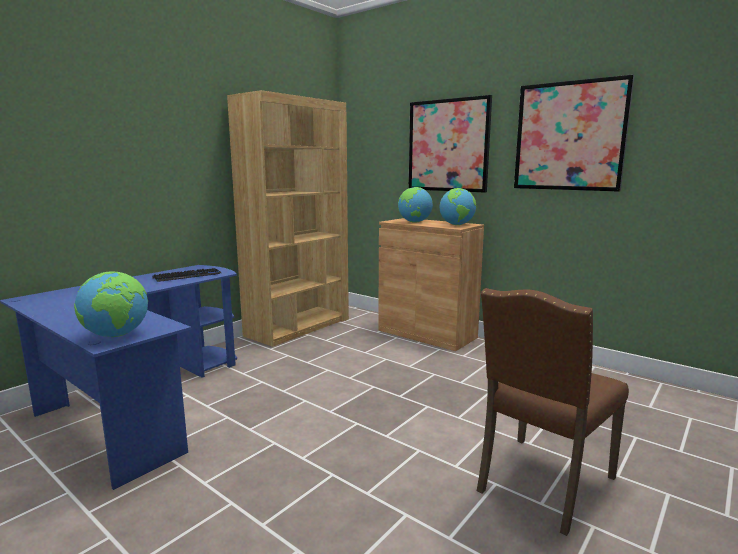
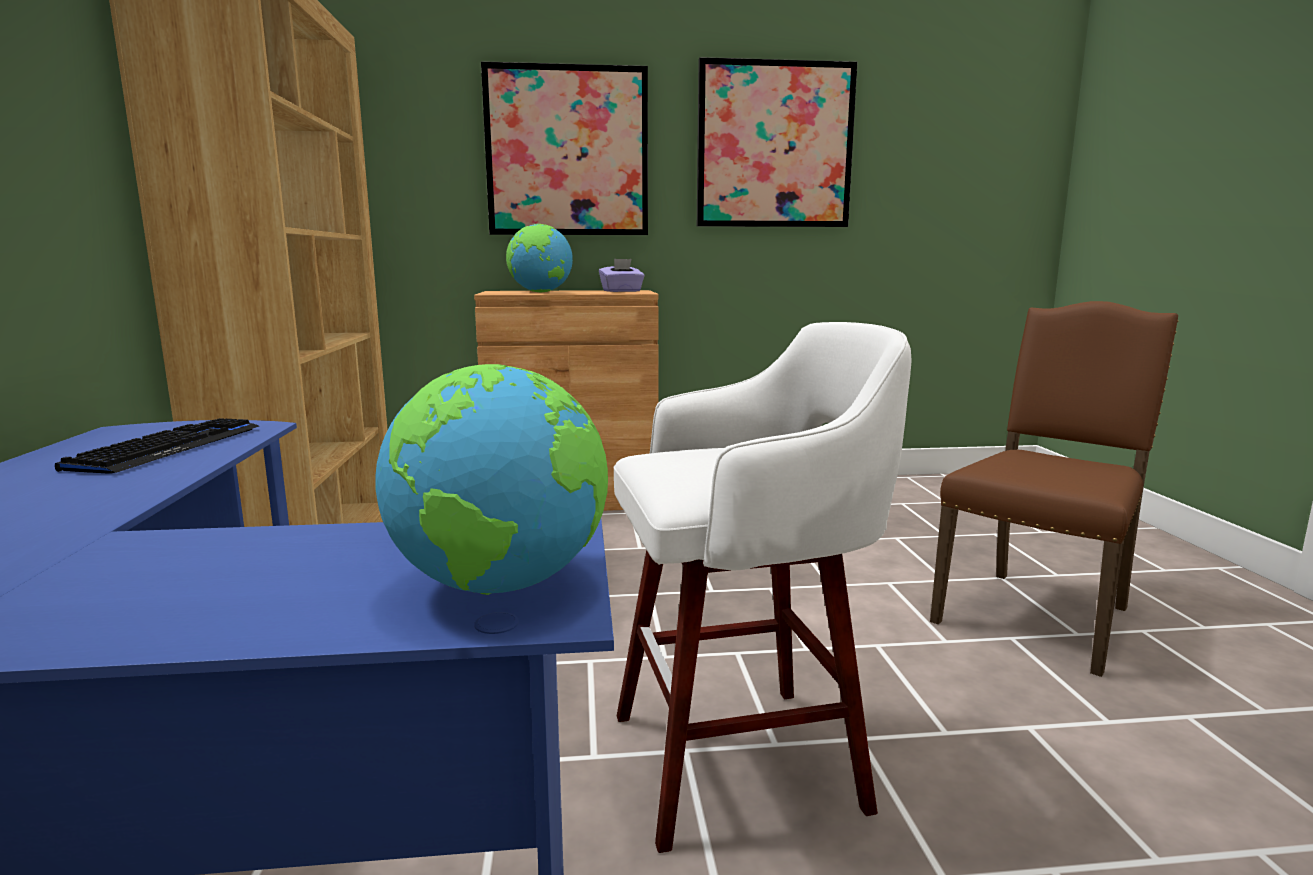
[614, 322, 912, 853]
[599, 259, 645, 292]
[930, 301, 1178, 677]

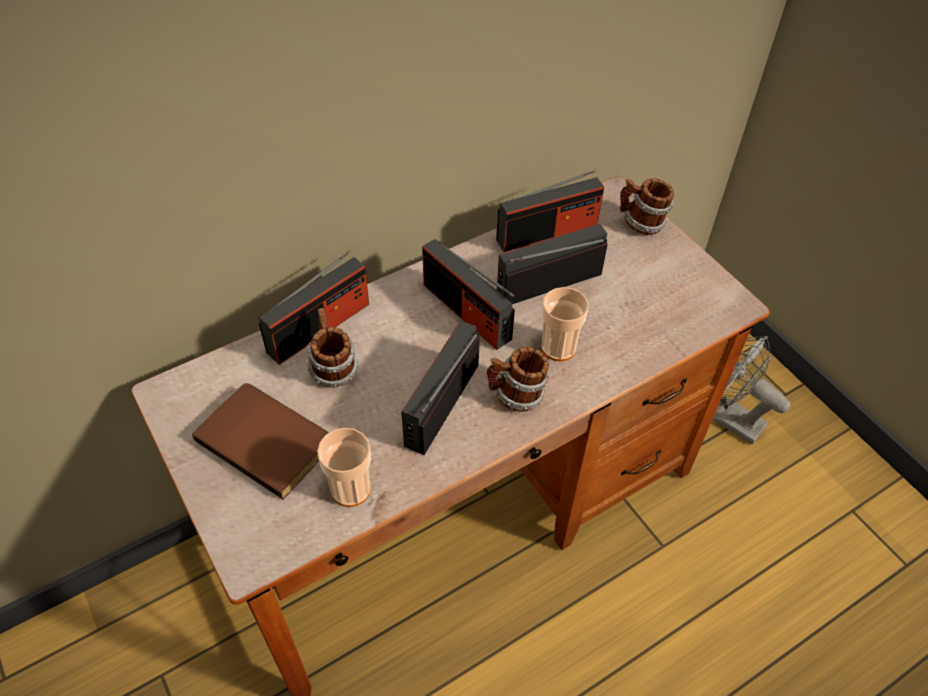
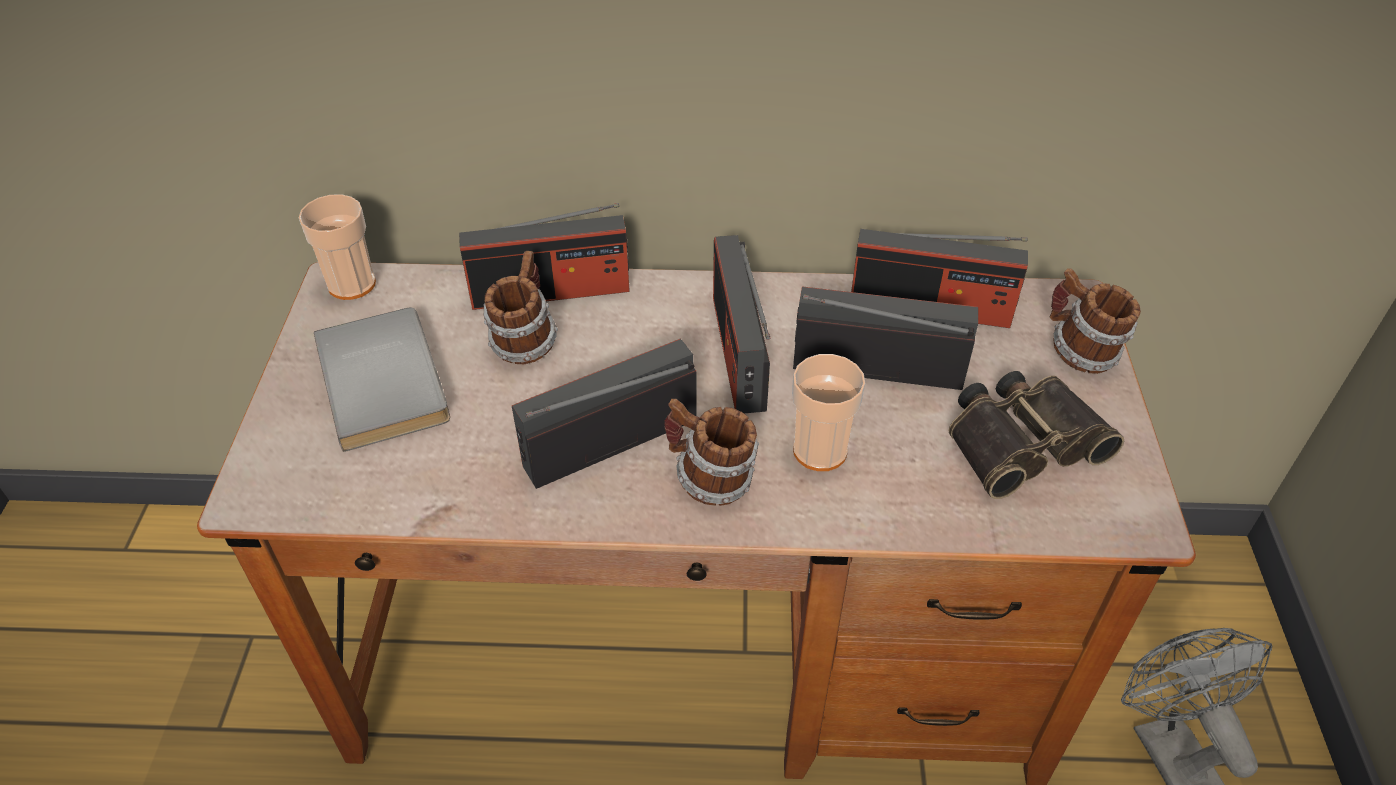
[948, 371, 1124, 499]
[299, 194, 376, 300]
[314, 307, 450, 452]

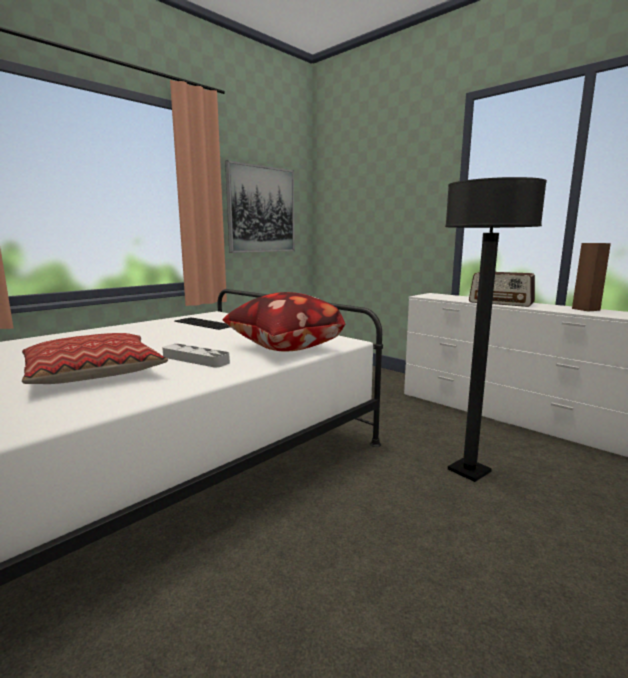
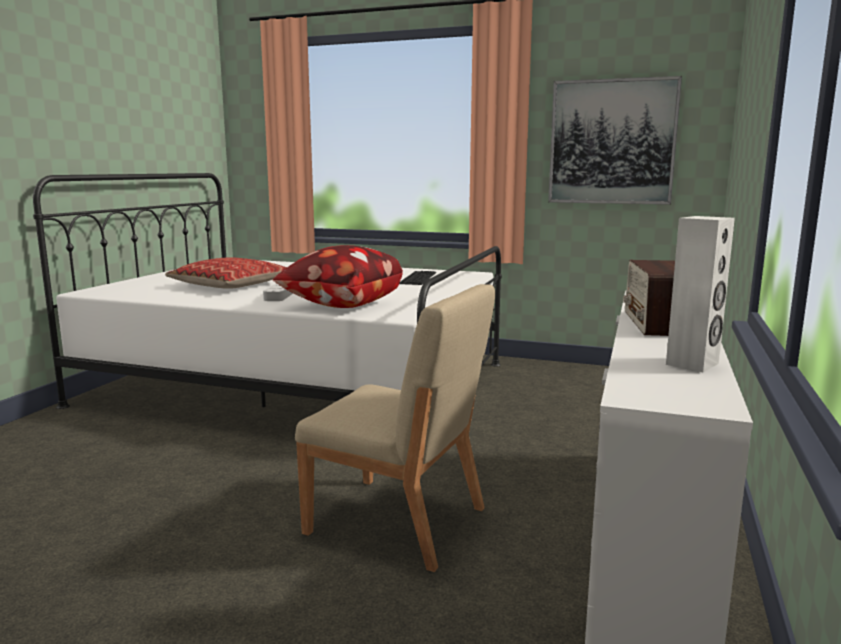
[295, 284, 495, 572]
[666, 216, 735, 372]

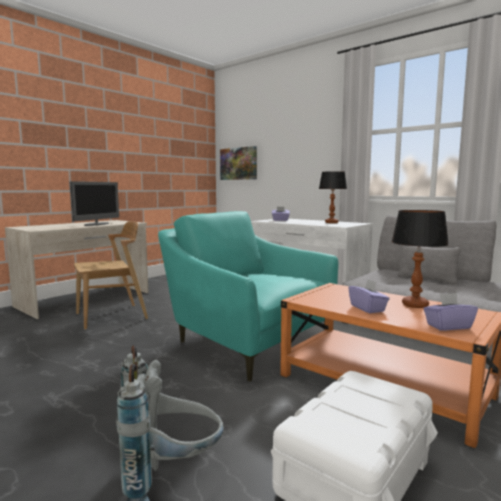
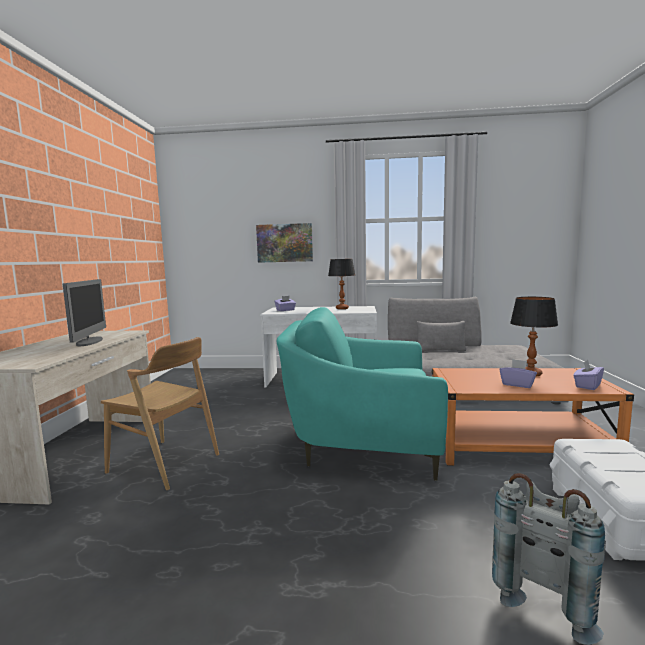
[256, 223, 313, 263]
[101, 337, 219, 490]

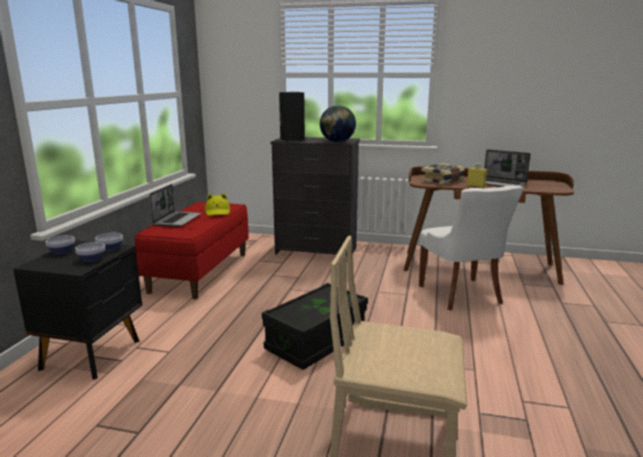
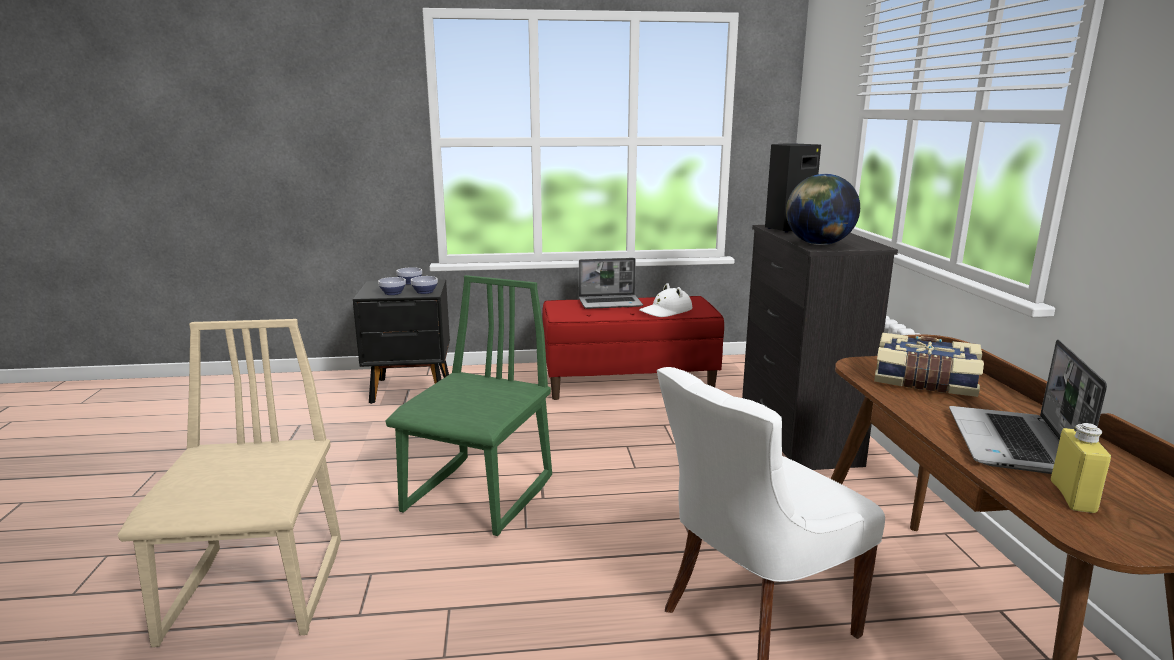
[1051, 423, 1111, 513]
[385, 275, 552, 536]
[639, 283, 692, 317]

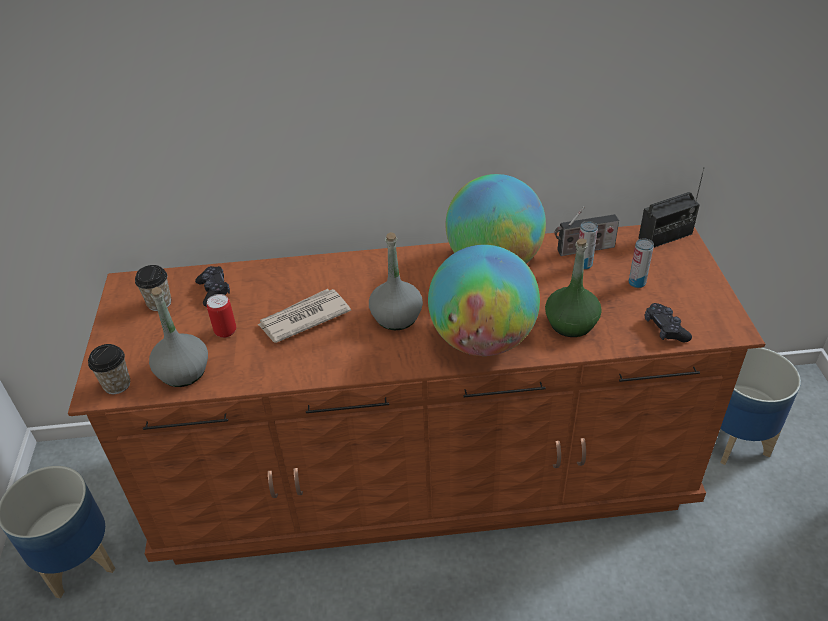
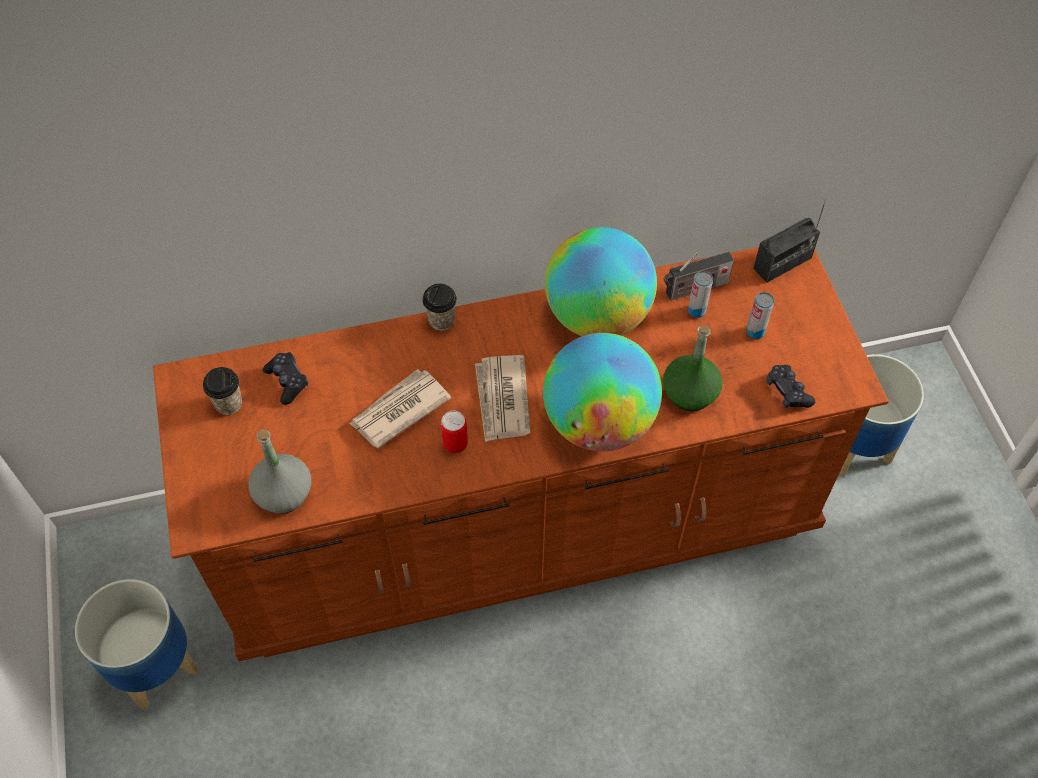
[422, 283, 457, 331]
[441, 411, 468, 453]
[475, 355, 531, 442]

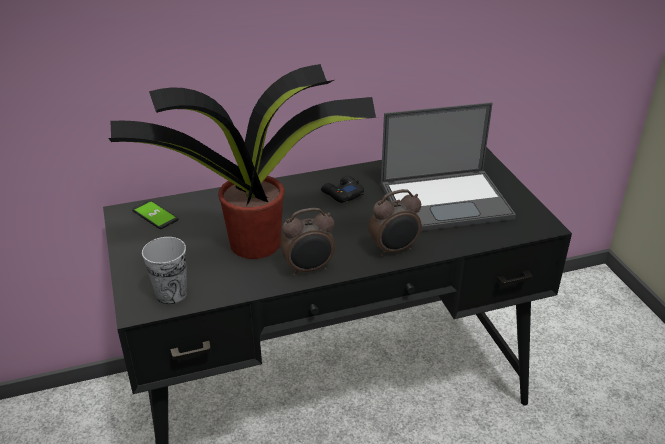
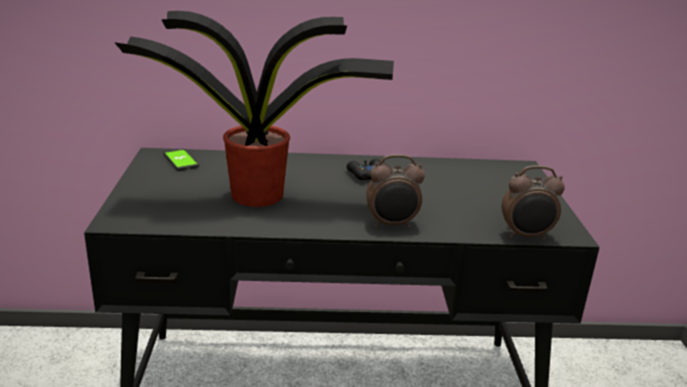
[142, 237, 187, 305] (first image)
[381, 102, 516, 231] (first image)
[502, 165, 565, 240]

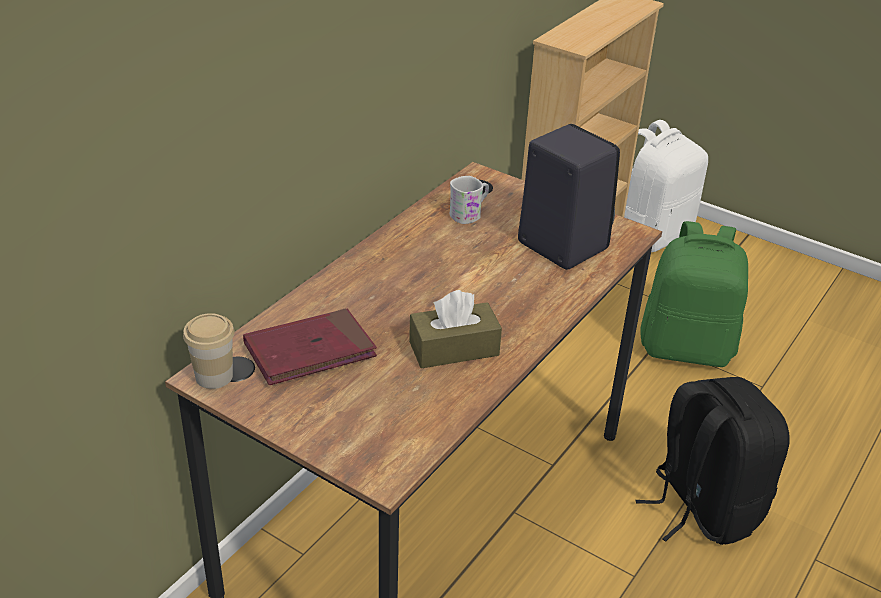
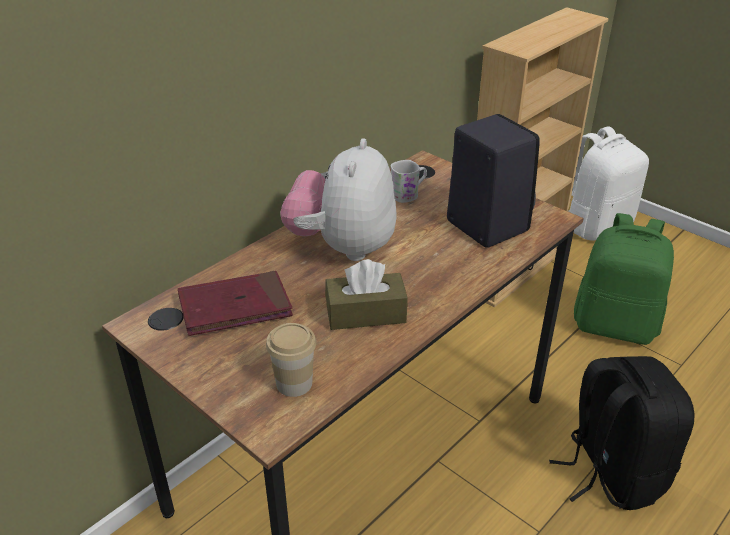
[280, 138, 397, 261]
[266, 323, 316, 397]

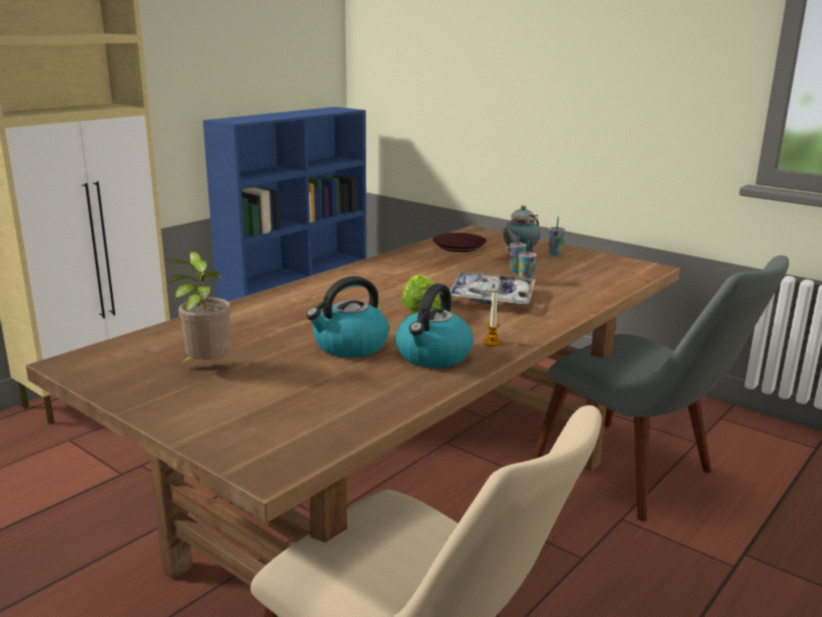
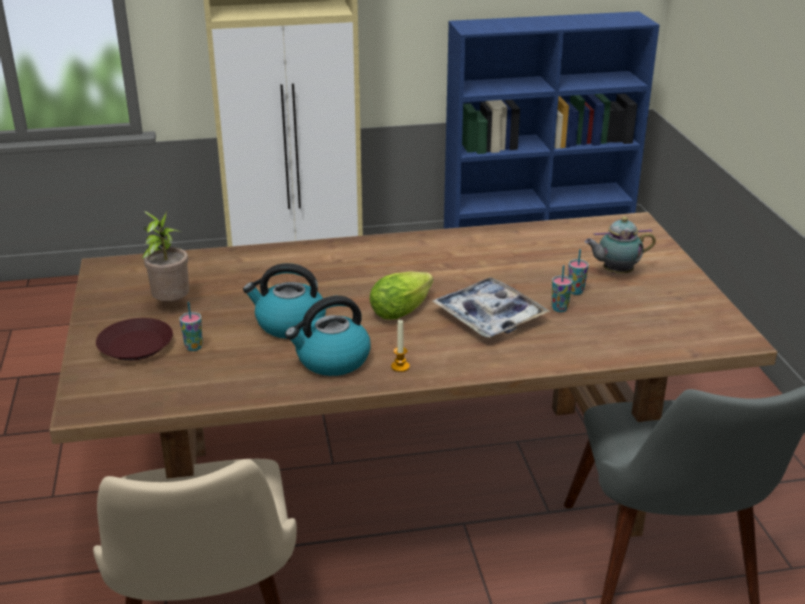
[96, 318, 173, 361]
[179, 302, 203, 351]

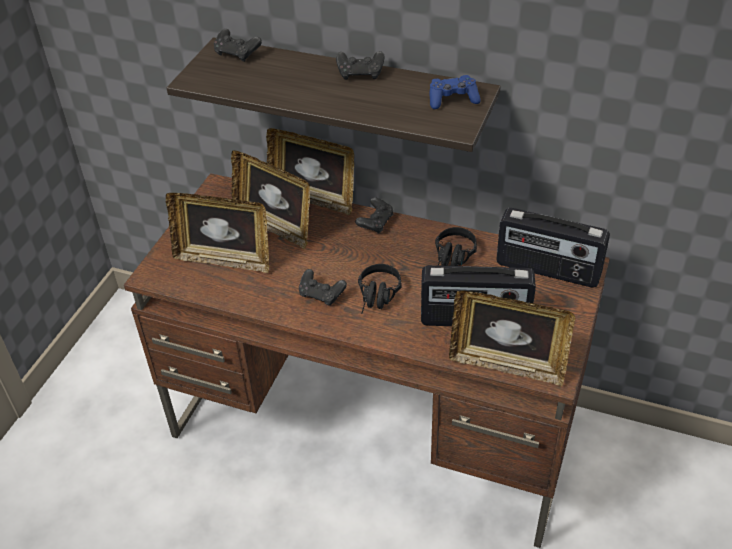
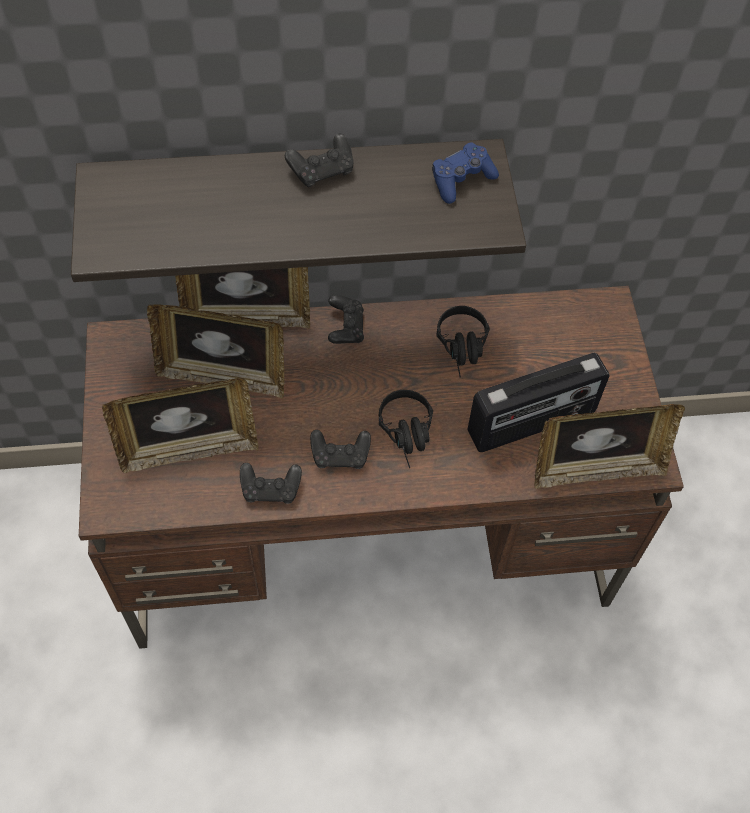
[496, 208, 610, 288] (first image)
[240, 463, 302, 504]

